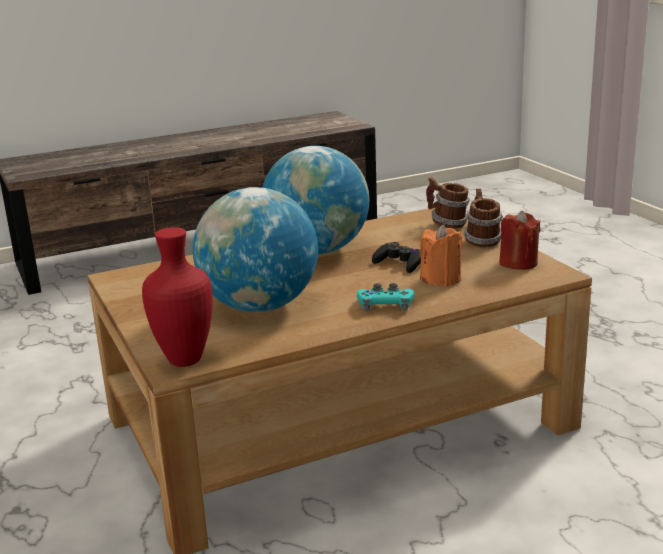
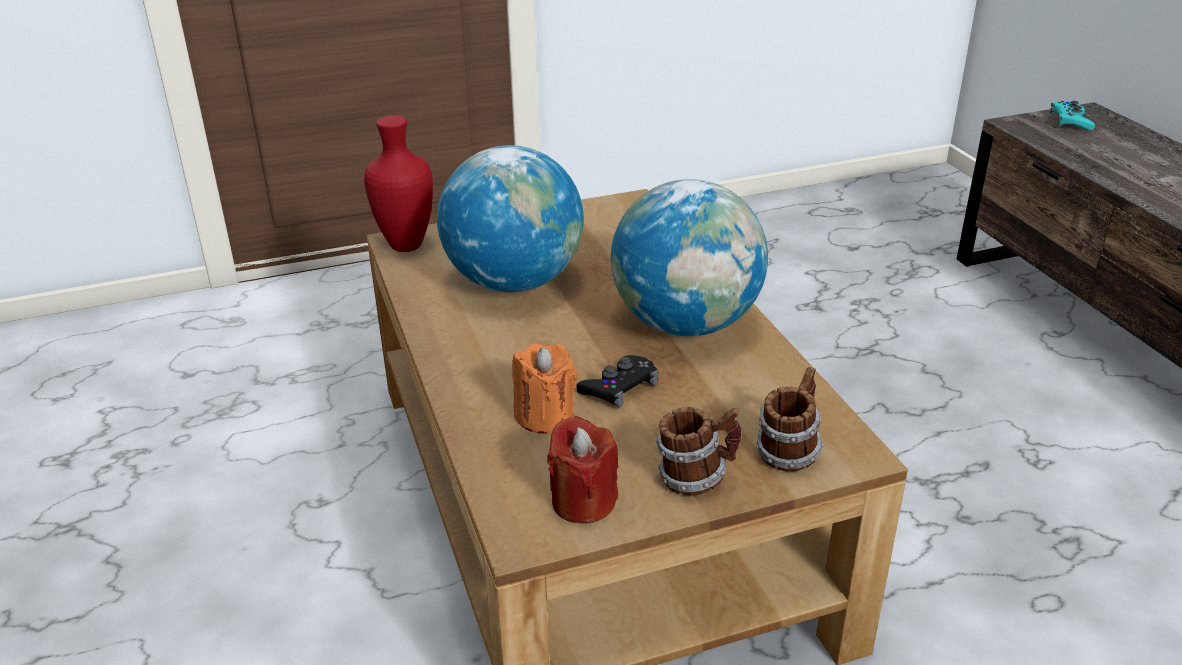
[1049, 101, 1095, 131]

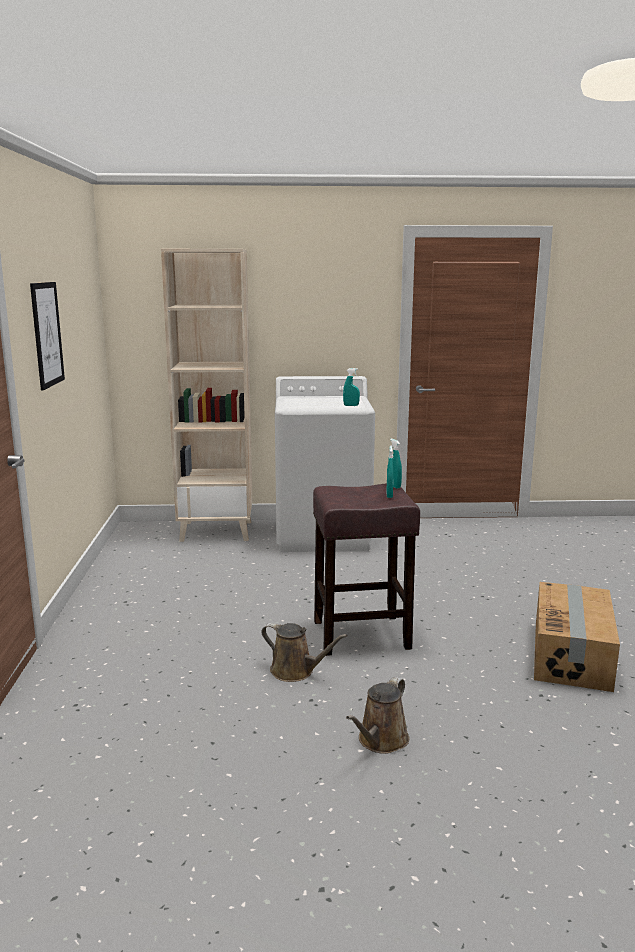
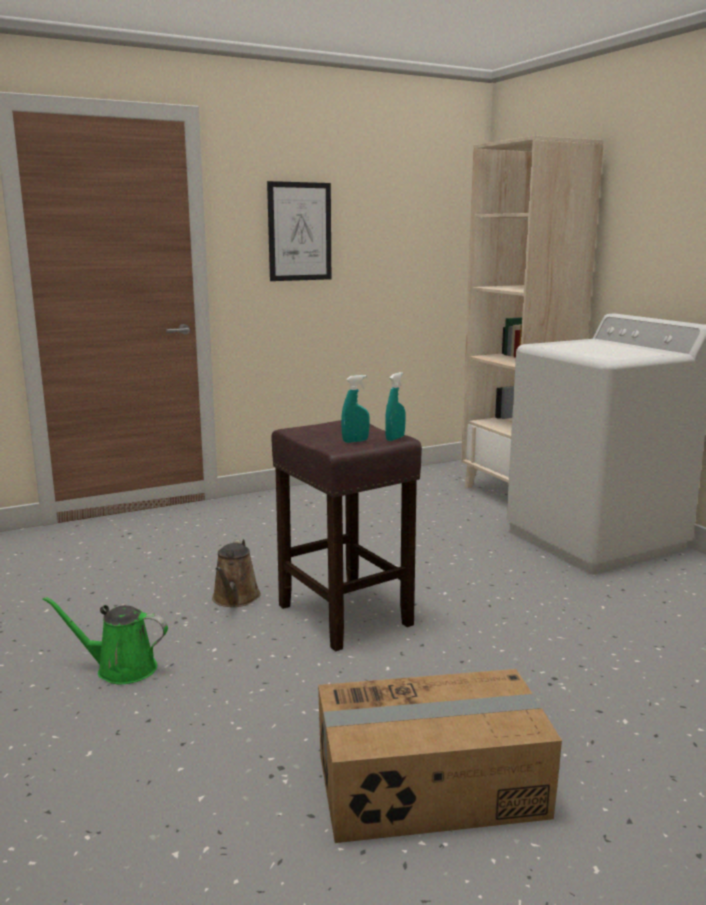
[343, 368, 360, 406] (first image)
[42, 596, 168, 684]

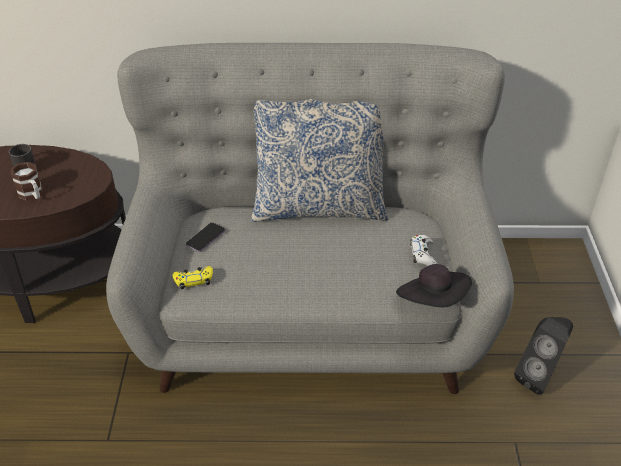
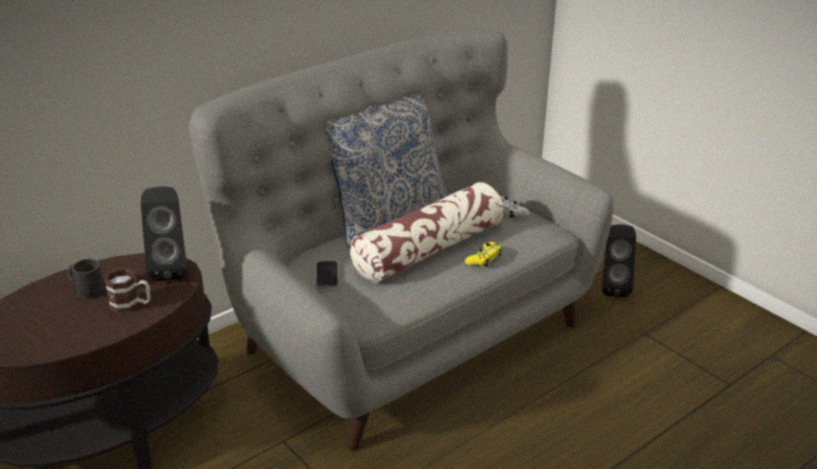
[396, 264, 472, 307] (first image)
[141, 187, 187, 281]
[350, 182, 504, 282]
[465, 242, 502, 267]

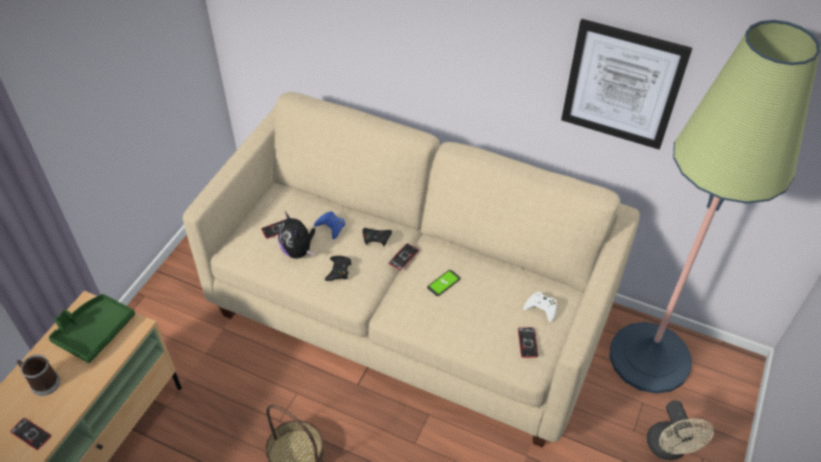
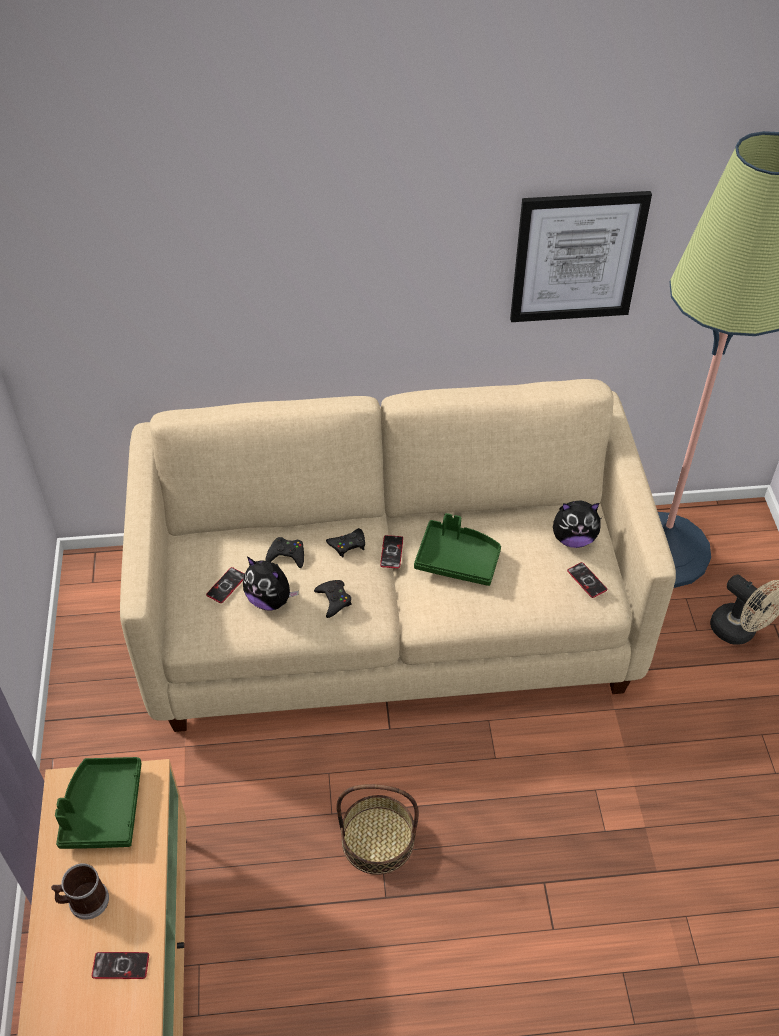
[414, 513, 501, 586]
[553, 500, 602, 548]
[265, 537, 304, 568]

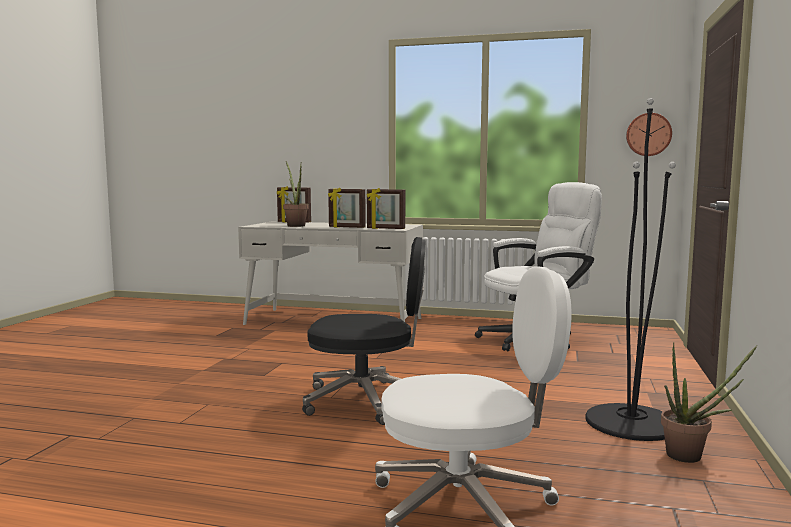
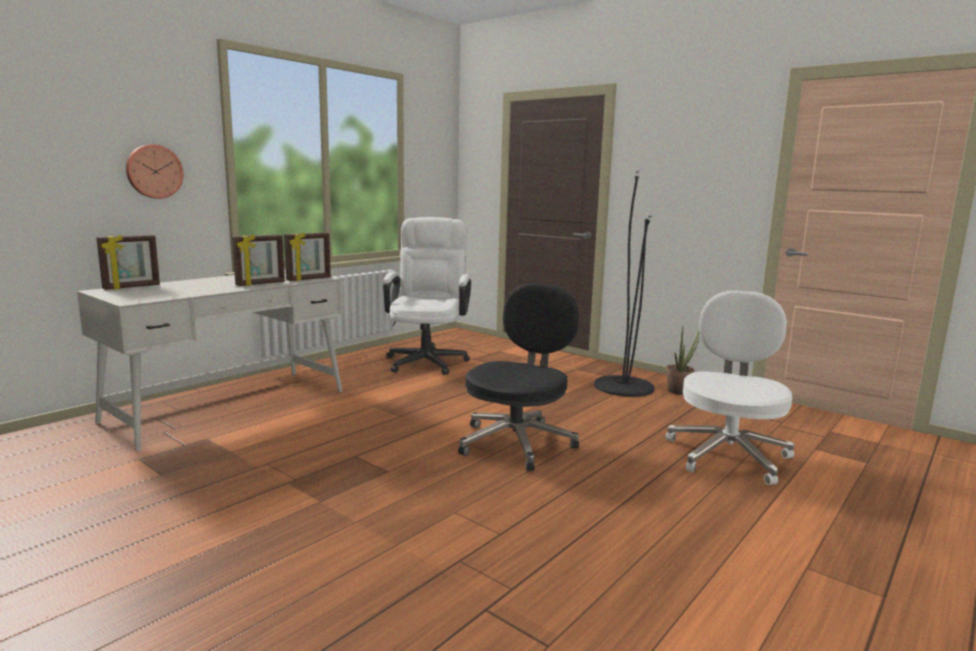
[283, 161, 309, 227] (first image)
[126, 144, 183, 199]

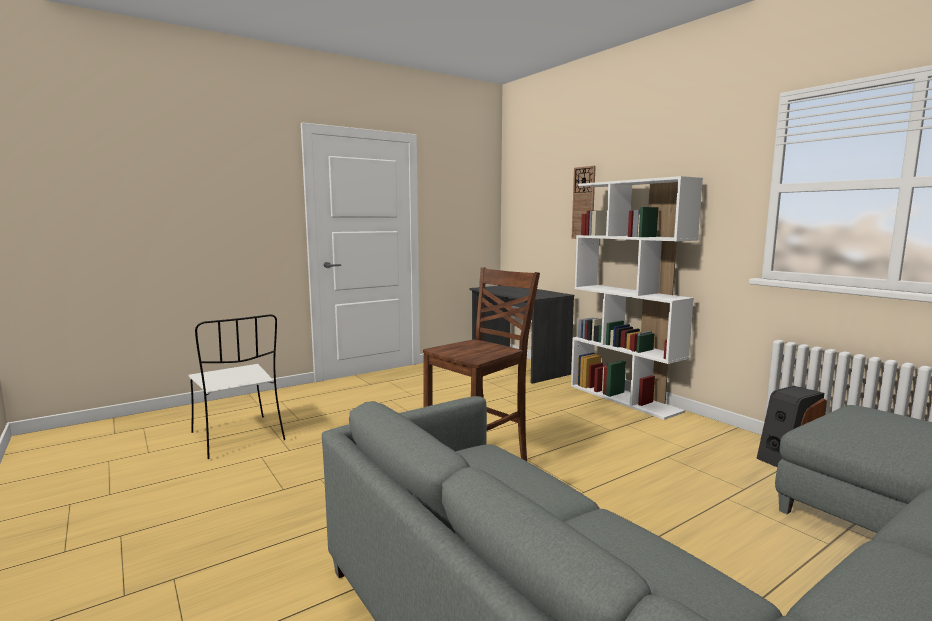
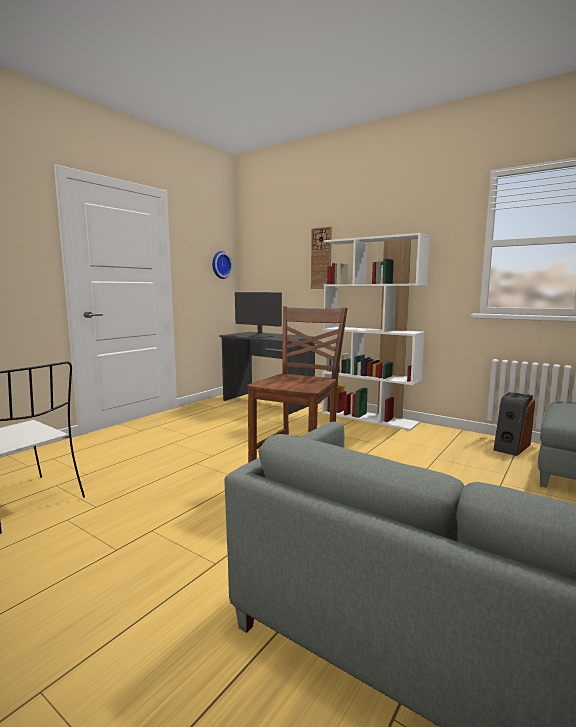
[212, 251, 233, 279]
[235, 292, 282, 338]

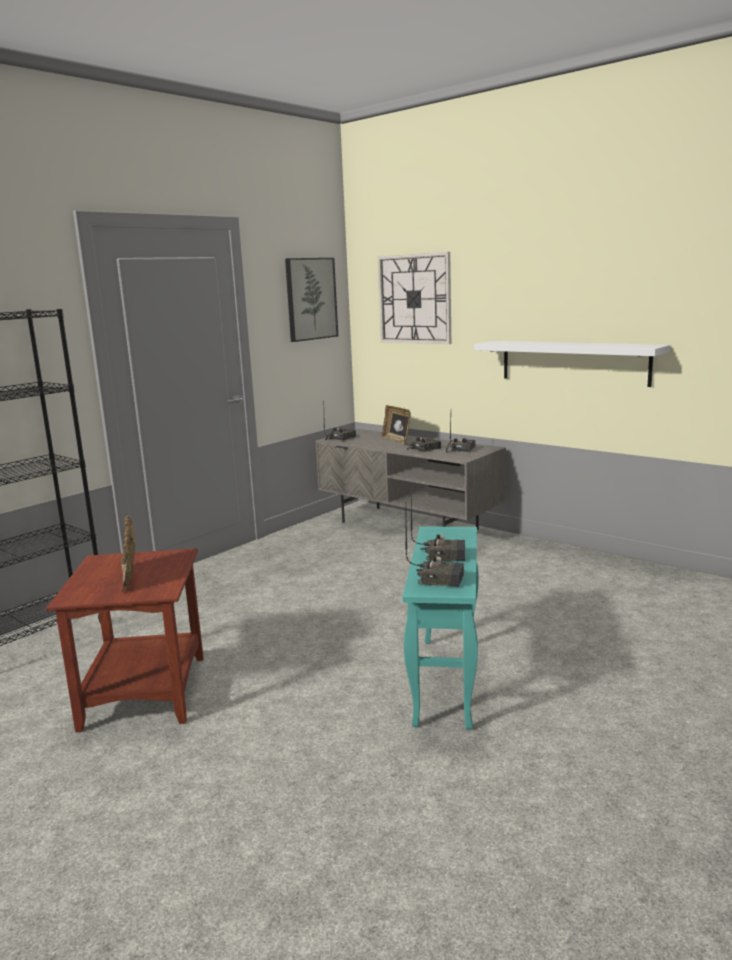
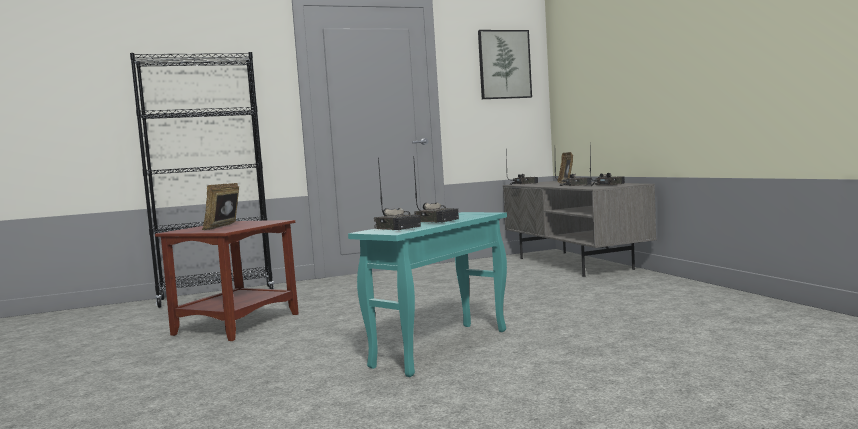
[378, 252, 451, 344] (first image)
[474, 341, 670, 387] (first image)

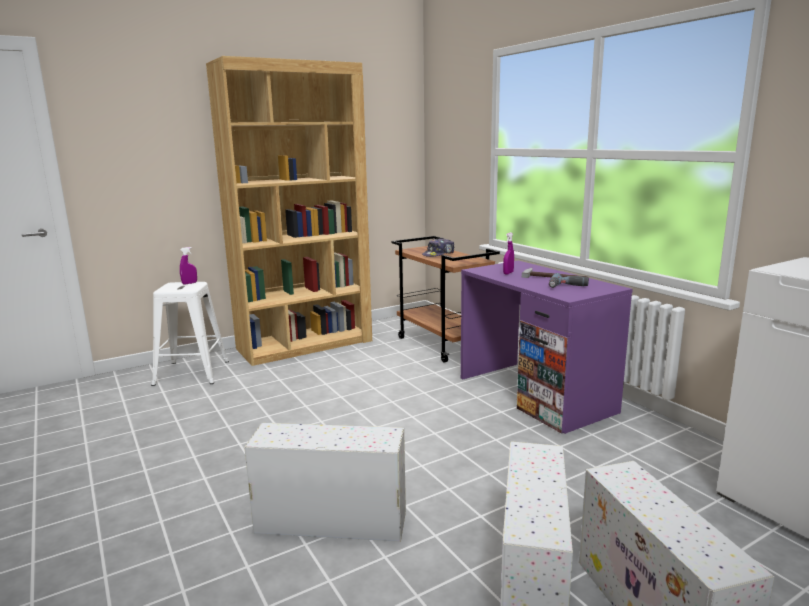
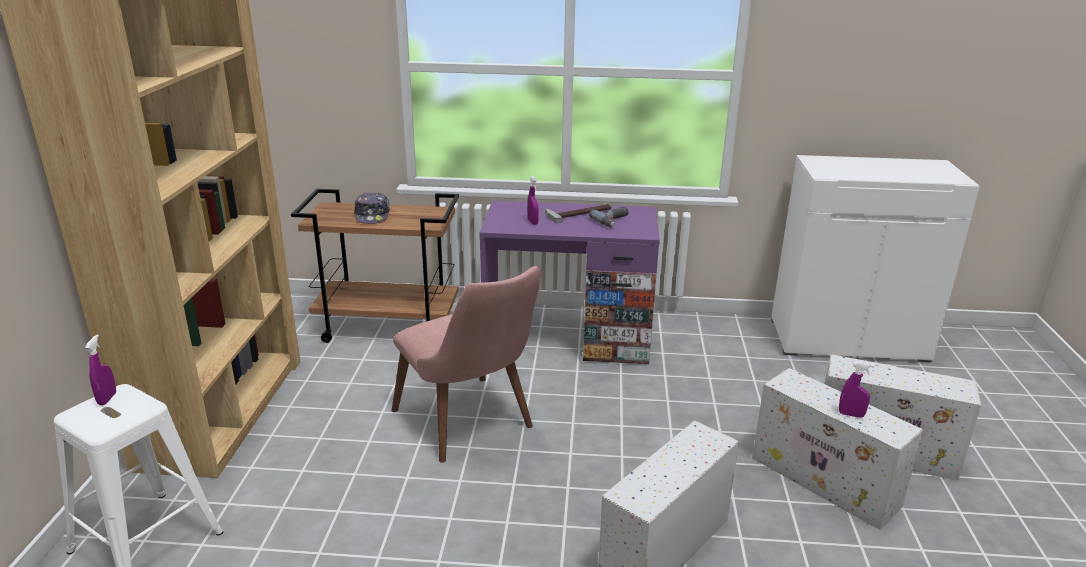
[391, 266, 540, 463]
[839, 362, 874, 418]

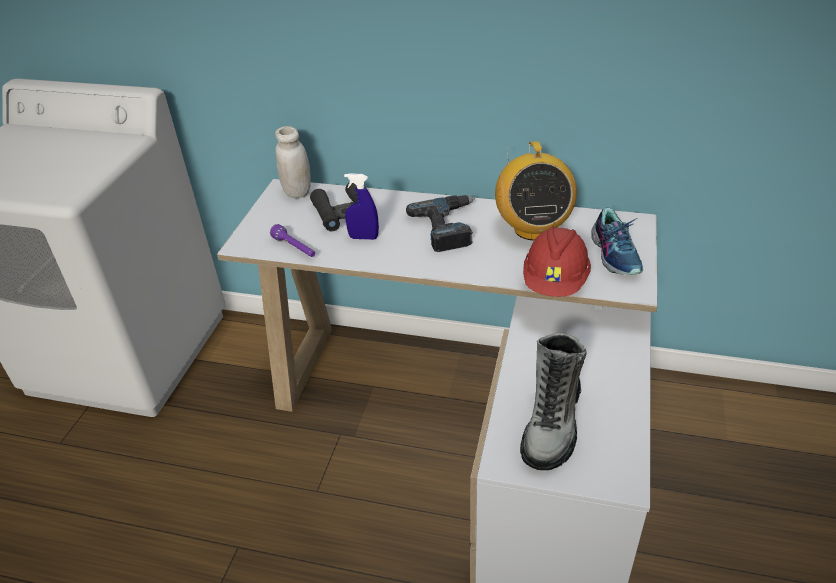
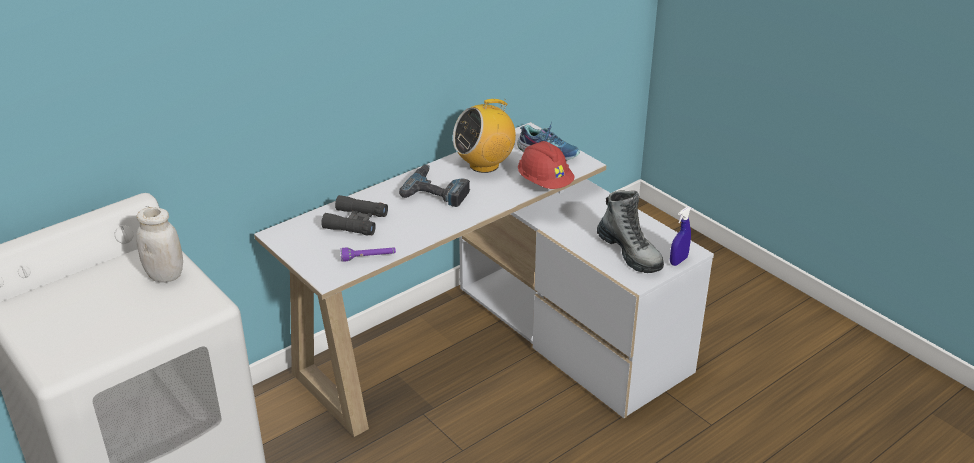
[136, 207, 183, 283]
[670, 206, 691, 266]
[453, 99, 516, 173]

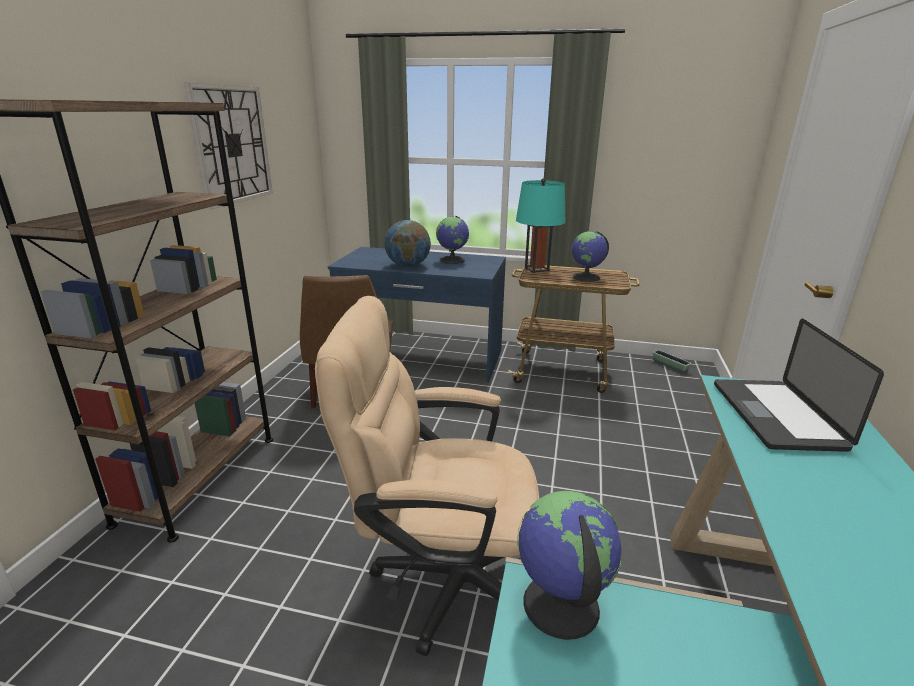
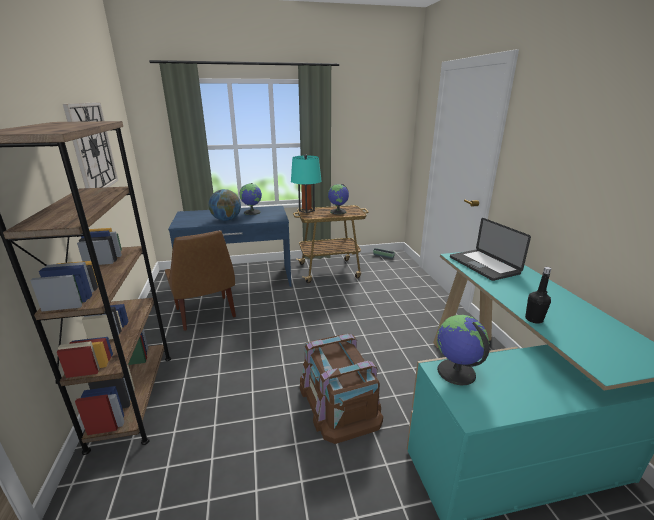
[525, 267, 551, 324]
[300, 334, 383, 444]

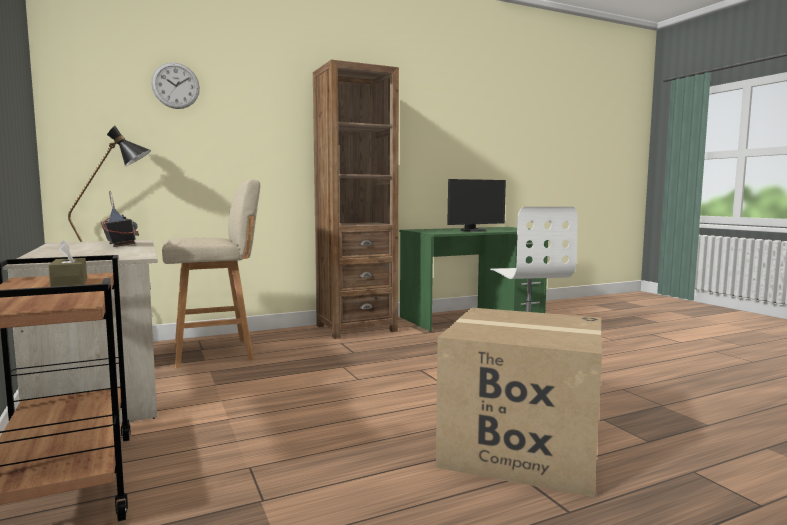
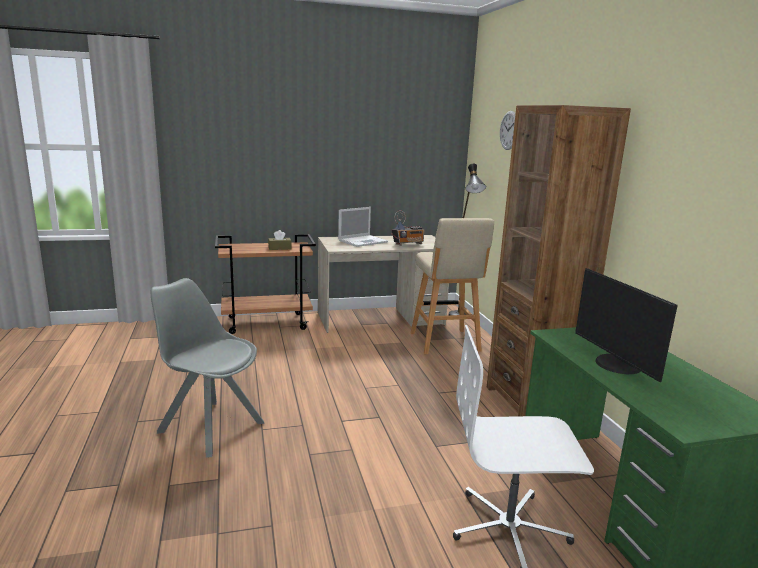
[338, 207, 388, 247]
[151, 278, 265, 458]

